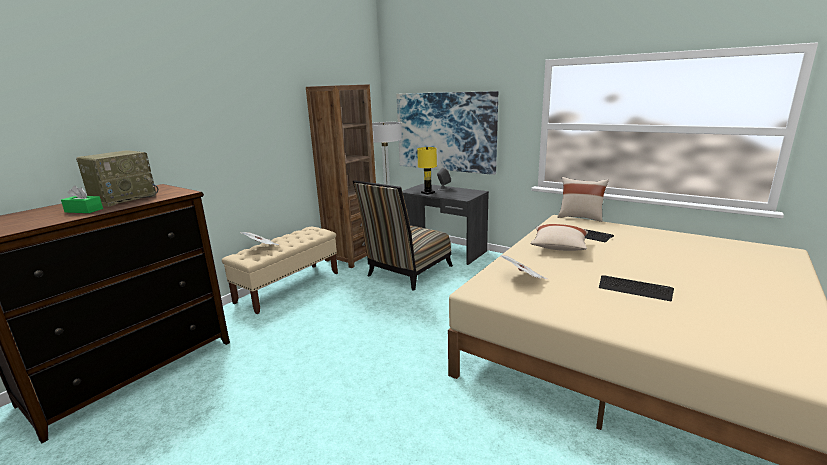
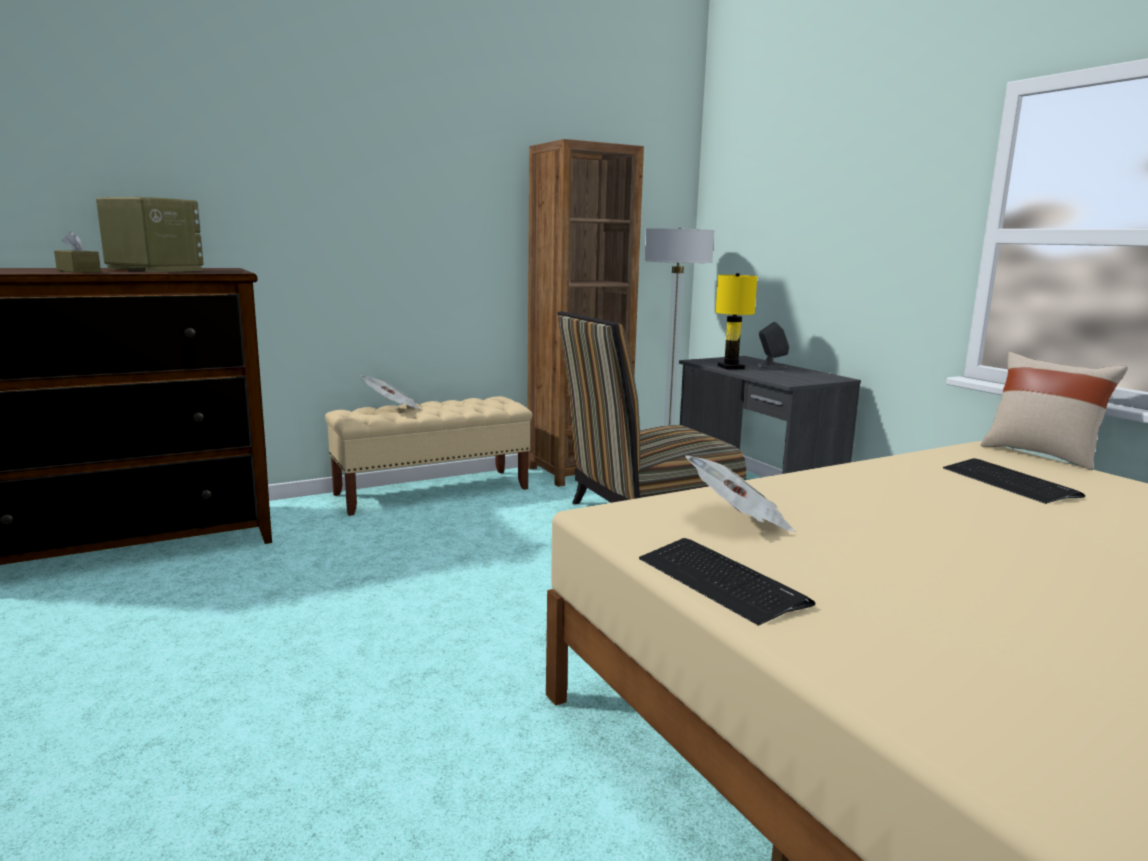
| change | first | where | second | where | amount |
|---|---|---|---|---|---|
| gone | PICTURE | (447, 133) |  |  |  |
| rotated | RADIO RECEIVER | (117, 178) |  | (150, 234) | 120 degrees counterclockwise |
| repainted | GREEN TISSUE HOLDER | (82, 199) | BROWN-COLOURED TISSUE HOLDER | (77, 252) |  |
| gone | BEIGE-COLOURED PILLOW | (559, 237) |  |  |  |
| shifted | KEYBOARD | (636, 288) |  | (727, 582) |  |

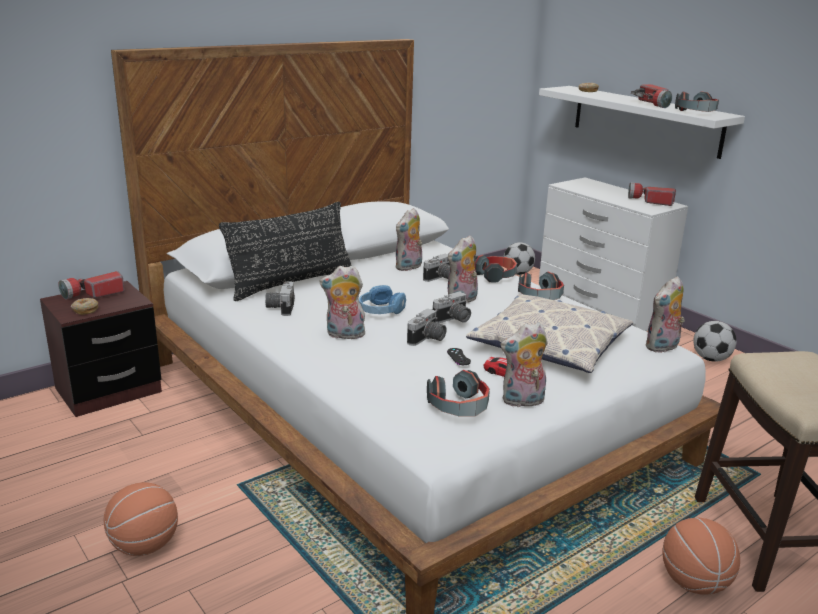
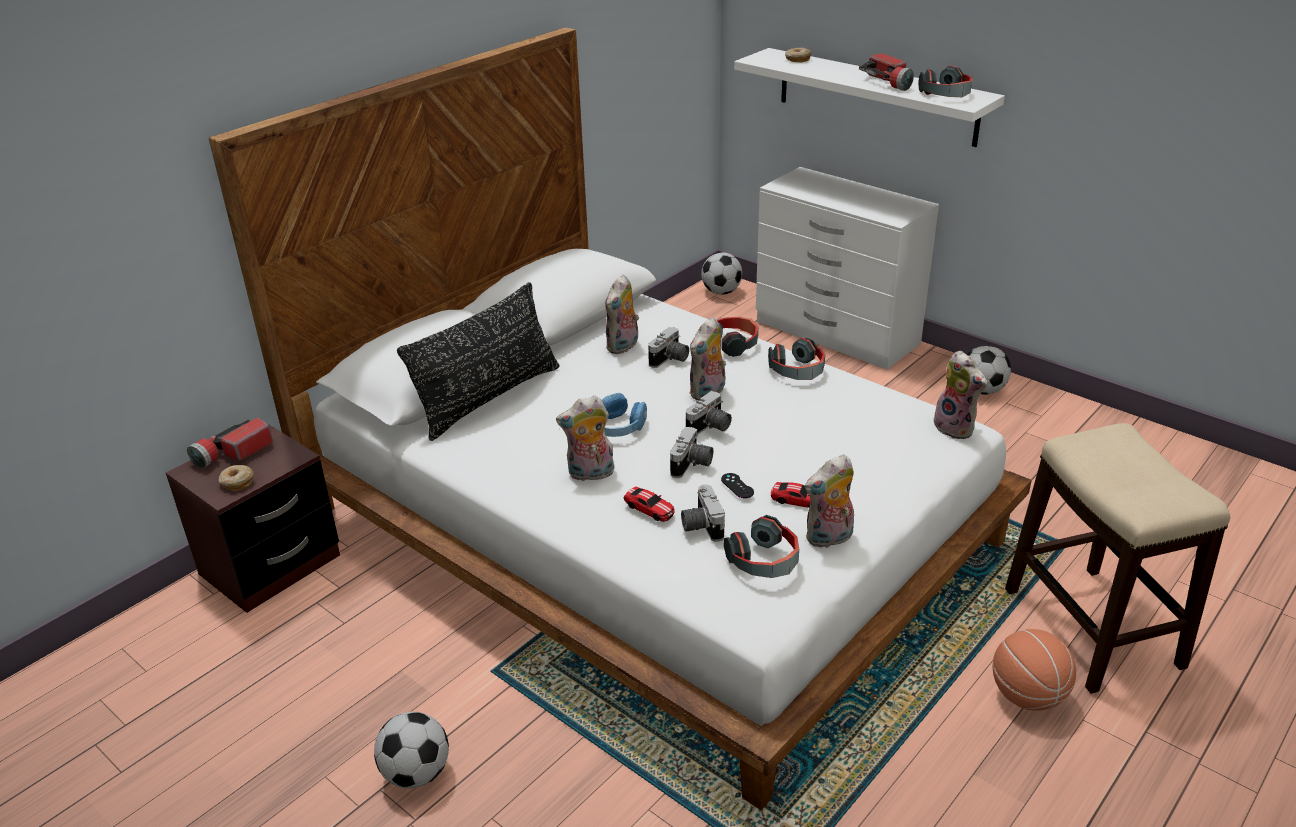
| change | first | where | second | where | amount |
|---|---|---|---|---|---|
| gone | HAND TORCH | (652, 194) |  |  |  |
| rotated | CUDDLY TOY | (665, 314) |  | (960, 395) | 75 degrees counterclockwise |
| shifted | STILL CAMERA | (280, 298) |  | (703, 513) |  |
| gone | PILLOW | (549, 333) |  |  |  |
| swapped | BALL FOR BASKETBALL | (141, 519) | BALL FOR FOOTBALL | (411, 750) |  |
| new |  |  | MODEL CAR | (649, 504) |  |

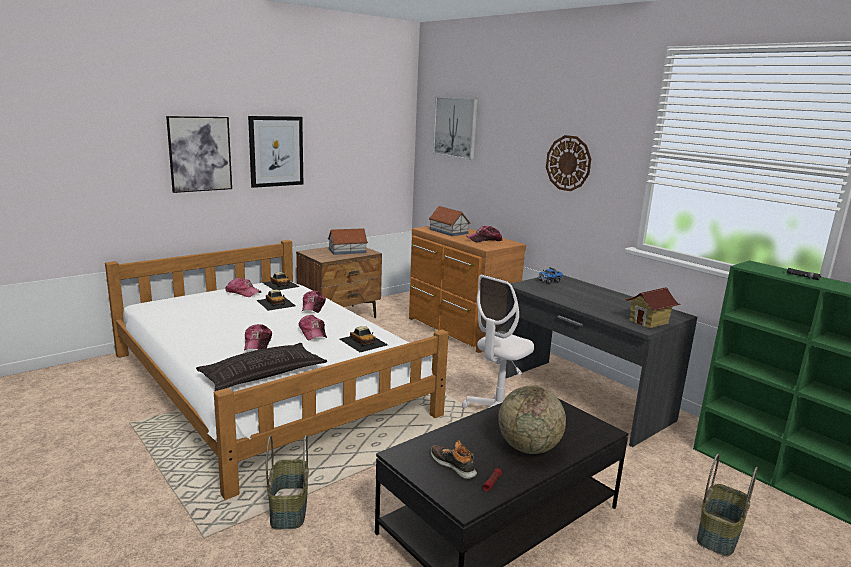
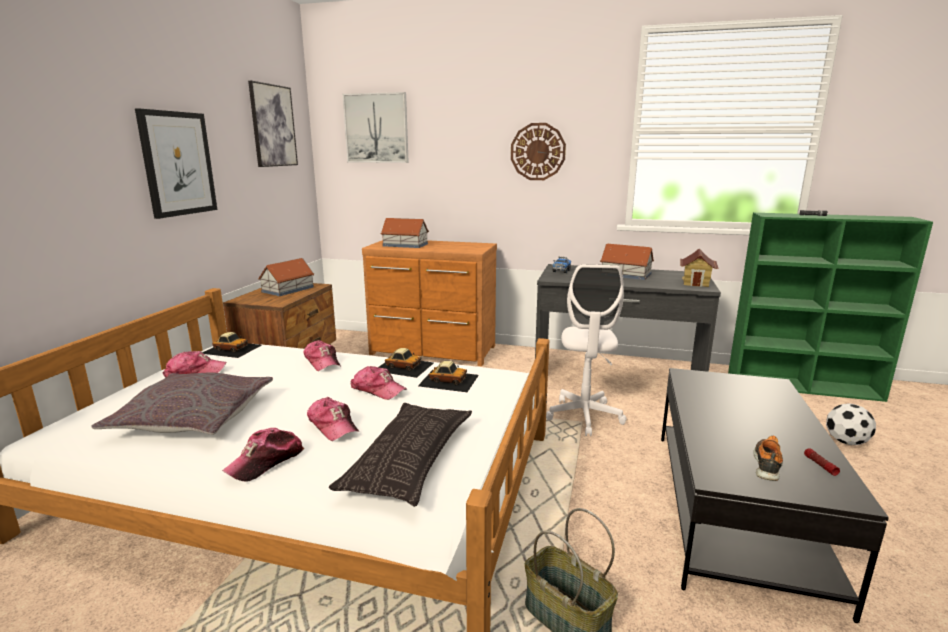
| change | first | where | second | where | amount |
|---|---|---|---|---|---|
| shifted | PICTURE | (199, 154) |  | (273, 124) |  |
| shifted | PEAKED CAP | (484, 234) |  | (263, 455) |  |
| shifted | MODEL CAR | (276, 300) |  | (406, 363) |  |
| gone | GLOBE | (532, 420) |  |  |  |
| rotated | LOW SHOE | (454, 459) |  | (768, 458) | 105 degrees clockwise |
| swapped | STORAGE BASKET | (727, 505) | BALL FOR FOOTBALL | (851, 424) |  |
| new |  |  | MINIATURE HOUSE | (627, 262) |  |
| new |  |  | GREY PILLOW | (182, 403) |  |

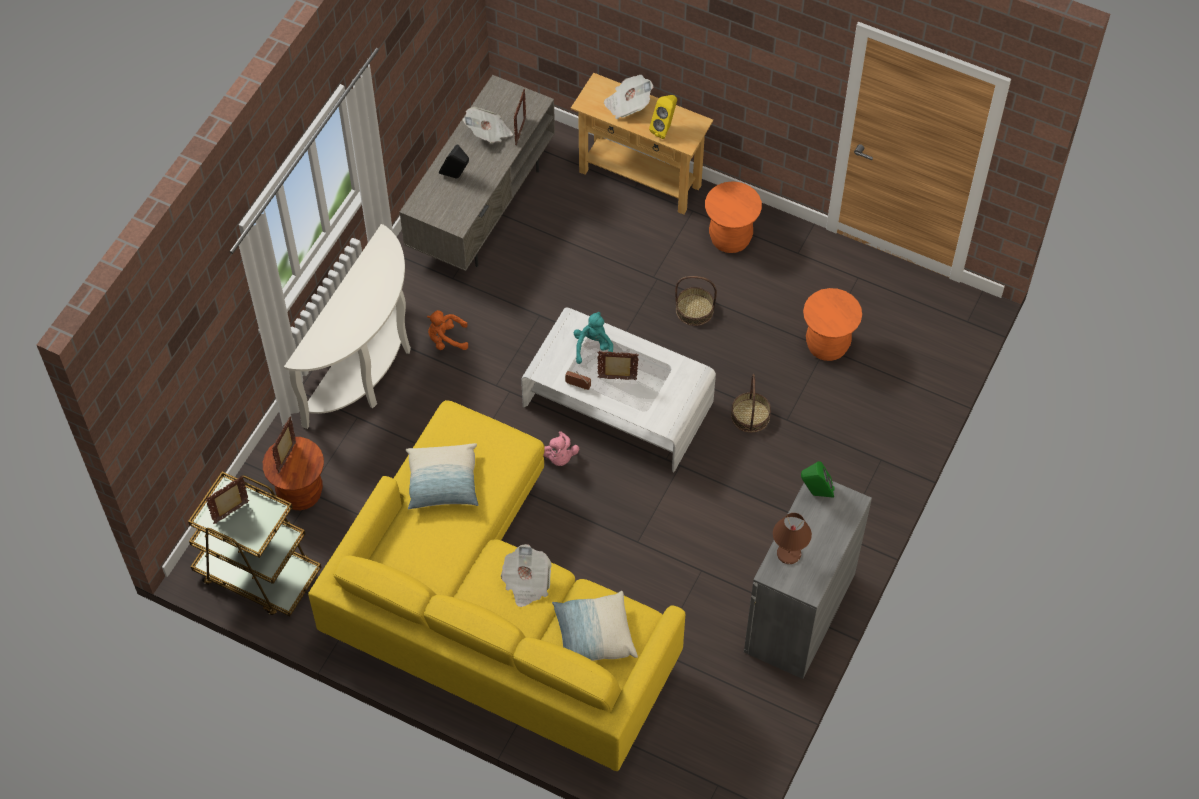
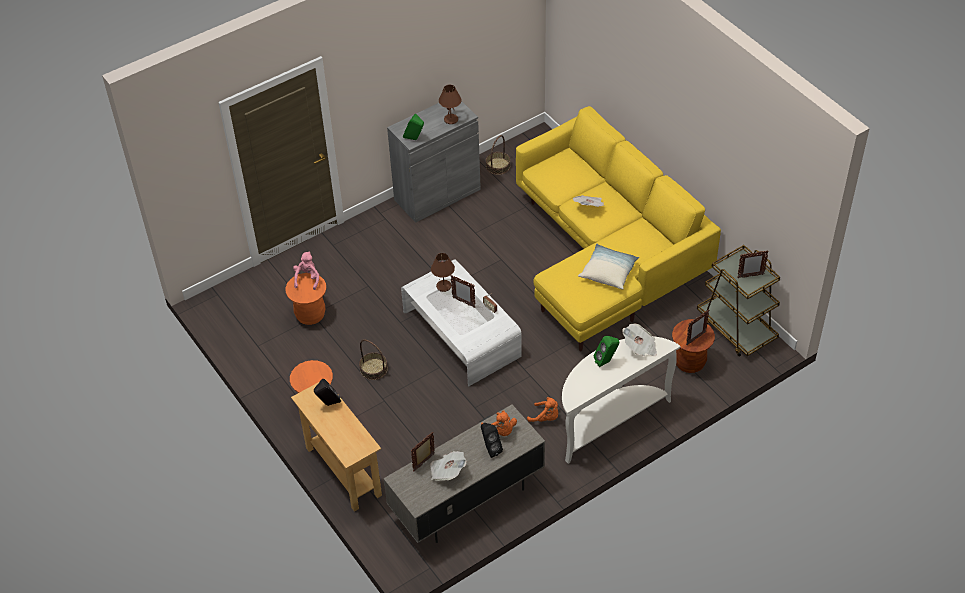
| change | first | where | second | where | amount |
|---|---|---|---|---|---|
| shifted | NEWSPAPER | (628, 97) |  | (639, 340) |  |
| repainted | YELLOWISH SPEAKER | (663, 117) | BLACK-COLOURED SPEAKER | (327, 392) |  |
| gone | BLUE-GREEN CUDDLY TOY | (593, 338) |  |  |  |
| shifted | STORAGE BASKET | (751, 403) |  | (498, 155) |  |
| shifted | PINK CUDDLY TOY | (561, 448) |  | (306, 271) |  |
| gone | PILLOW | (595, 626) |  |  |  |
| new |  |  | BROWN-COLOURED TABLETOP LAMP | (443, 272) |  |
| new |  |  | GREEN SPEAKER | (606, 351) |  |
| new |  |  | ORANGEY CUDDLY TOY | (499, 423) |  |

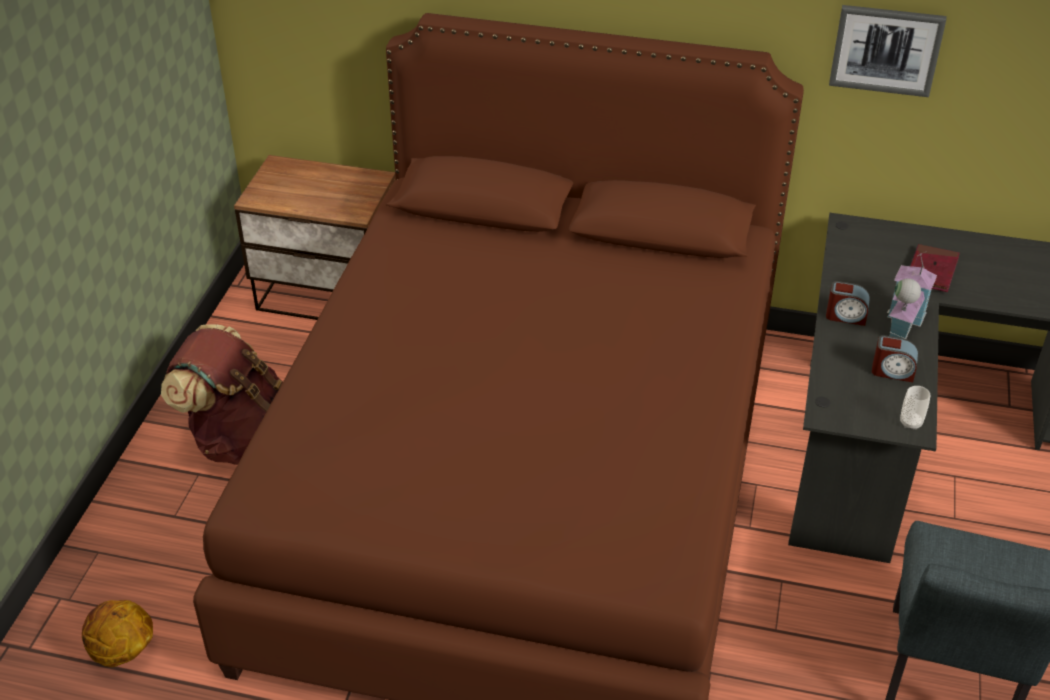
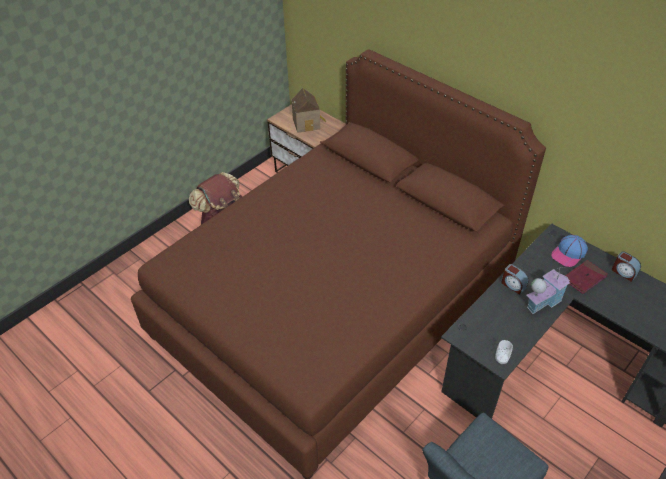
| change | first | where | second | where | amount |
|---|---|---|---|---|---|
| gone | PICTURE | (887, 51) |  |  |  |
| shifted | ALARM CLOCK | (895, 358) |  | (626, 266) |  |
| gone | BALL FOR BASKETBALL | (117, 634) |  |  |  |
| new |  |  | MINIATURE HOUSE | (308, 110) |  |
| new |  |  | PEAKED CAP | (569, 251) |  |

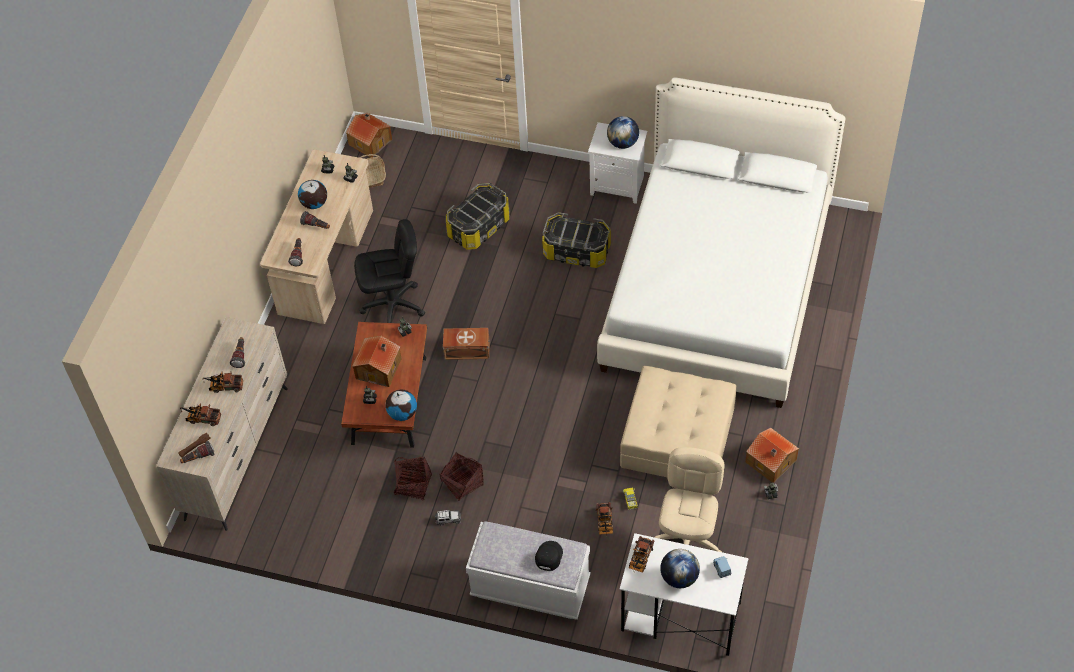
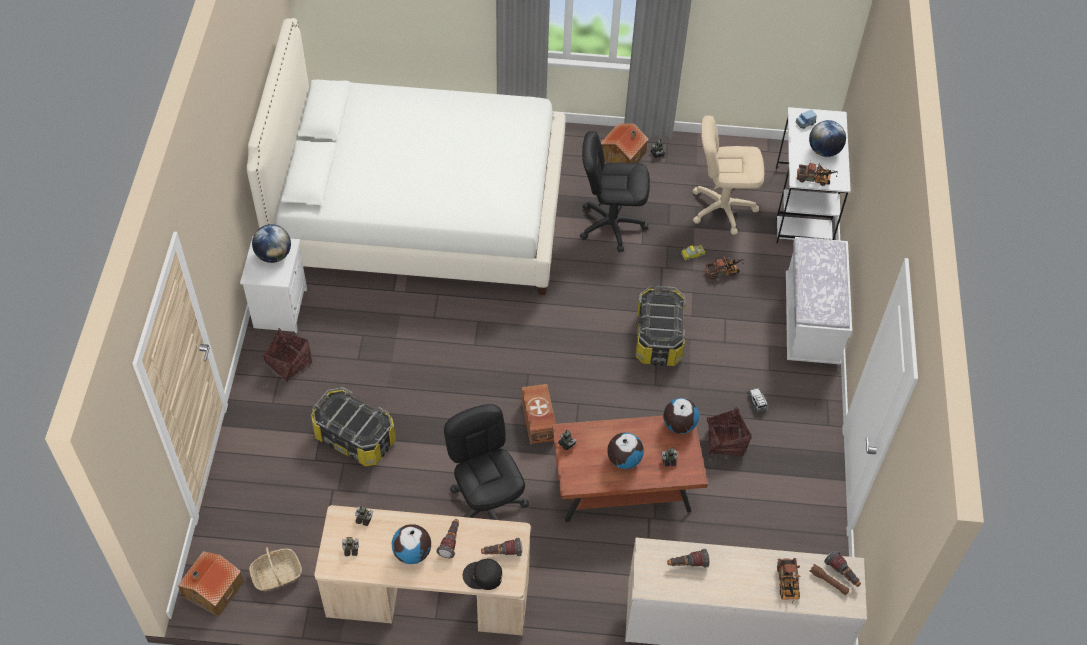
| change | first | where | second | where | amount |
|---|---|---|---|---|---|
| shifted | STORAGE BIN | (576, 240) |  | (660, 326) |  |
| swapped | MINIATURE HOUSE | (376, 361) | GLOBE | (625, 451) |  |
| swapped | BEIGE-COLOURED FOOTREST | (678, 421) | BLACK-COLOURED COMPUTER CHAIR | (615, 191) |  |
| gone | TOY TRUCK | (223, 382) |  |  |  |
| shifted | STORAGE BASKET | (461, 476) |  | (287, 355) |  |
| shifted | BLACK-COLOURED PEAKED CAP | (549, 556) |  | (482, 574) |  |

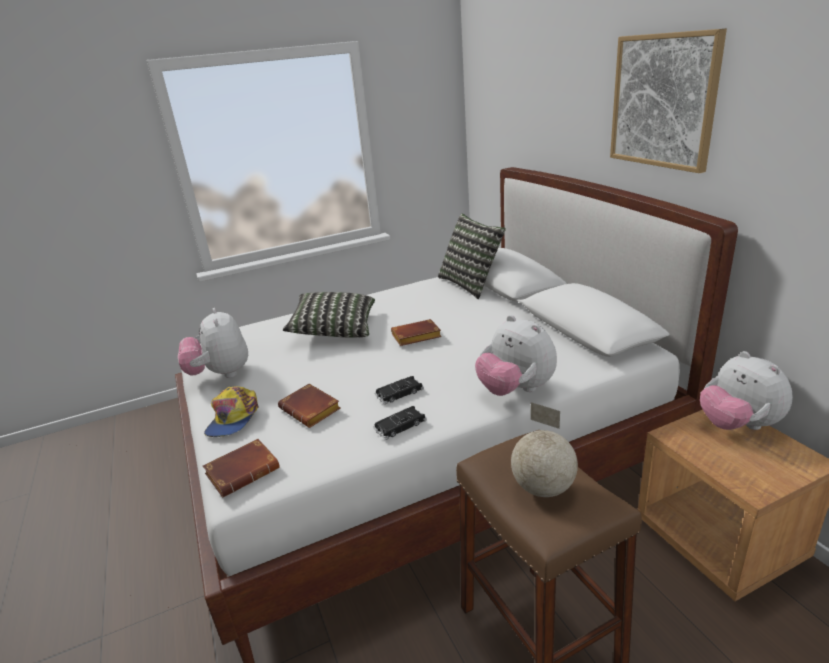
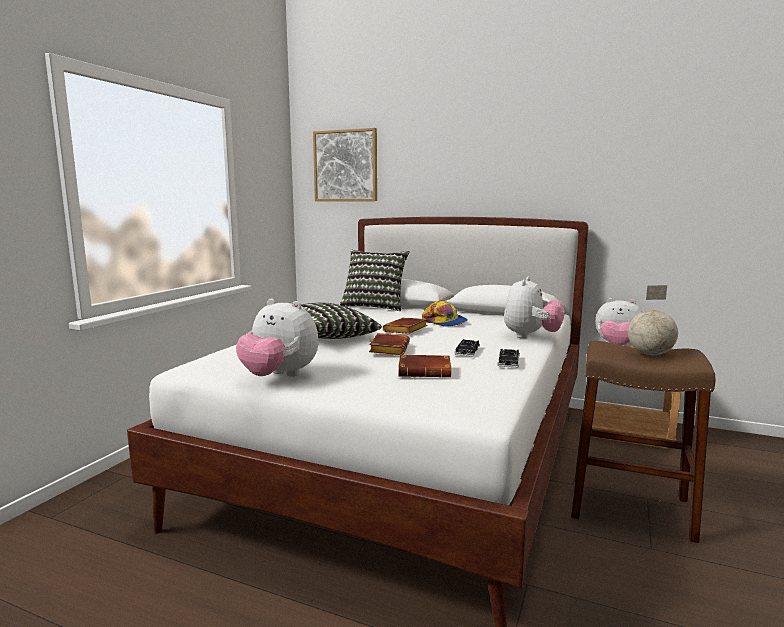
| change | first | where | second | where | amount |
|---|---|---|---|---|---|
| shifted | PICTURE | (668, 101) |  | (345, 164) |  |
| rotated | CUDDLY TOY | (516, 355) |  | (534, 307) | 75 degrees counterclockwise |
| shifted | PEAKED CAP | (231, 411) |  | (444, 314) |  |
| shifted | BROWN-COLOURED BOOK | (241, 468) |  | (389, 344) |  |

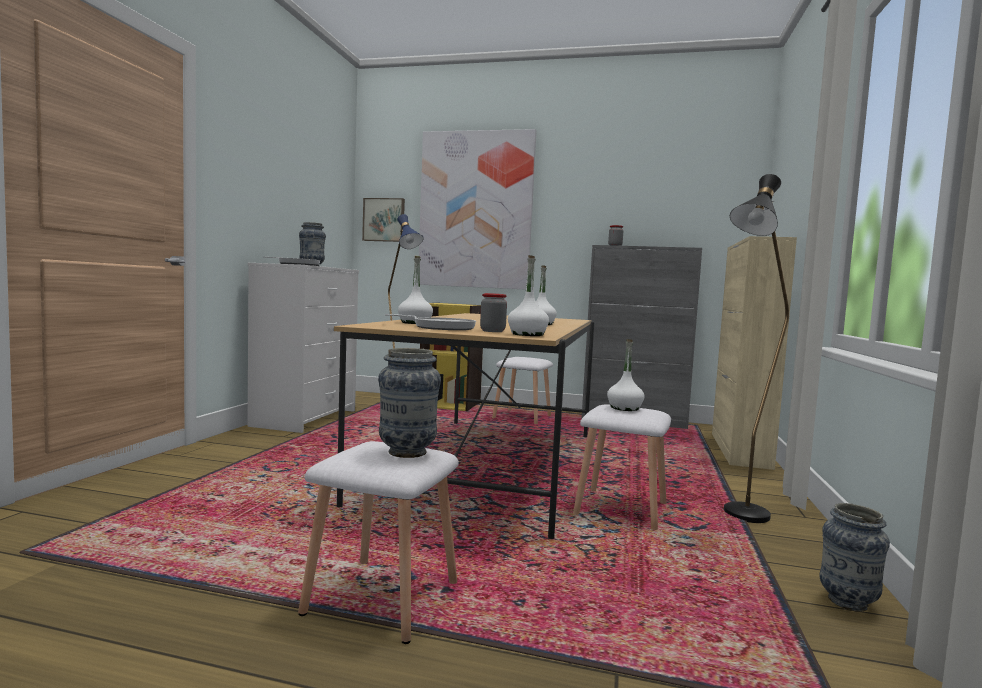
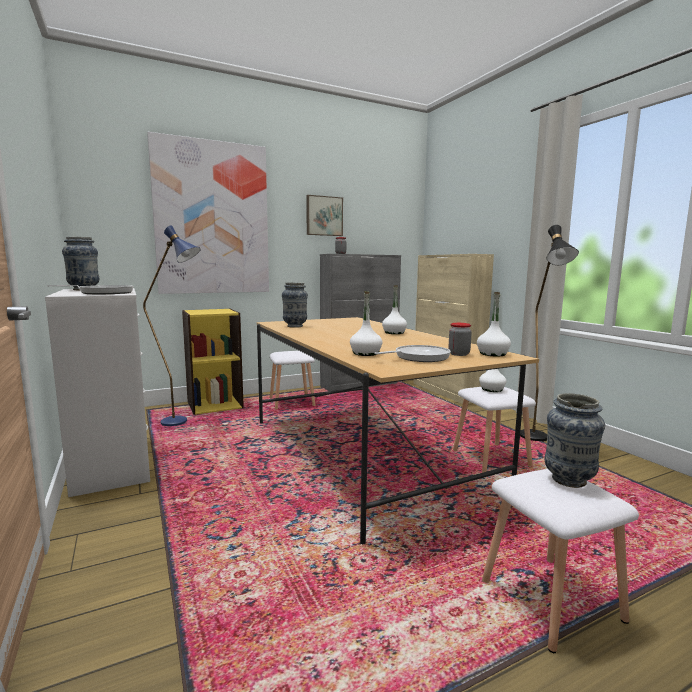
| change | first | where | second | where | amount |
|---|---|---|---|---|---|
| shifted | PICTURE | (383, 220) |  | (324, 215) |  |
| shifted | VASE | (854, 557) |  | (295, 305) |  |

